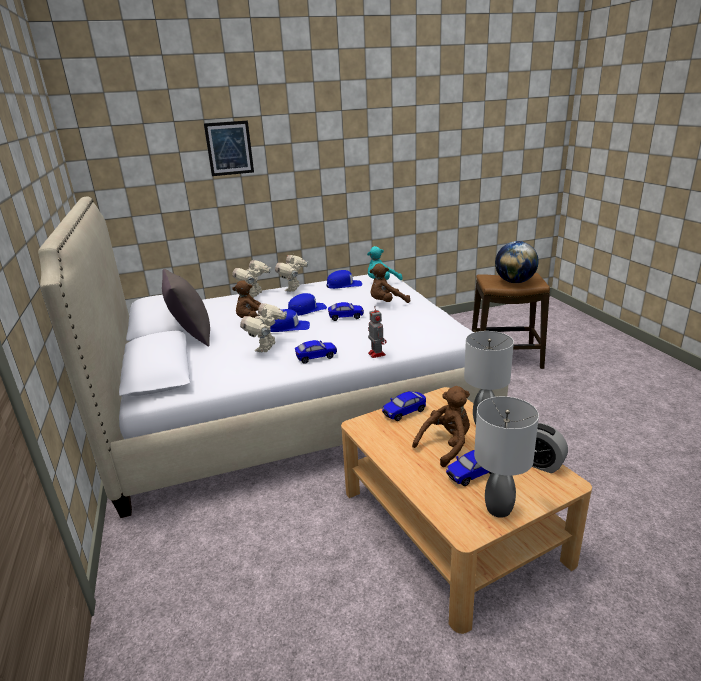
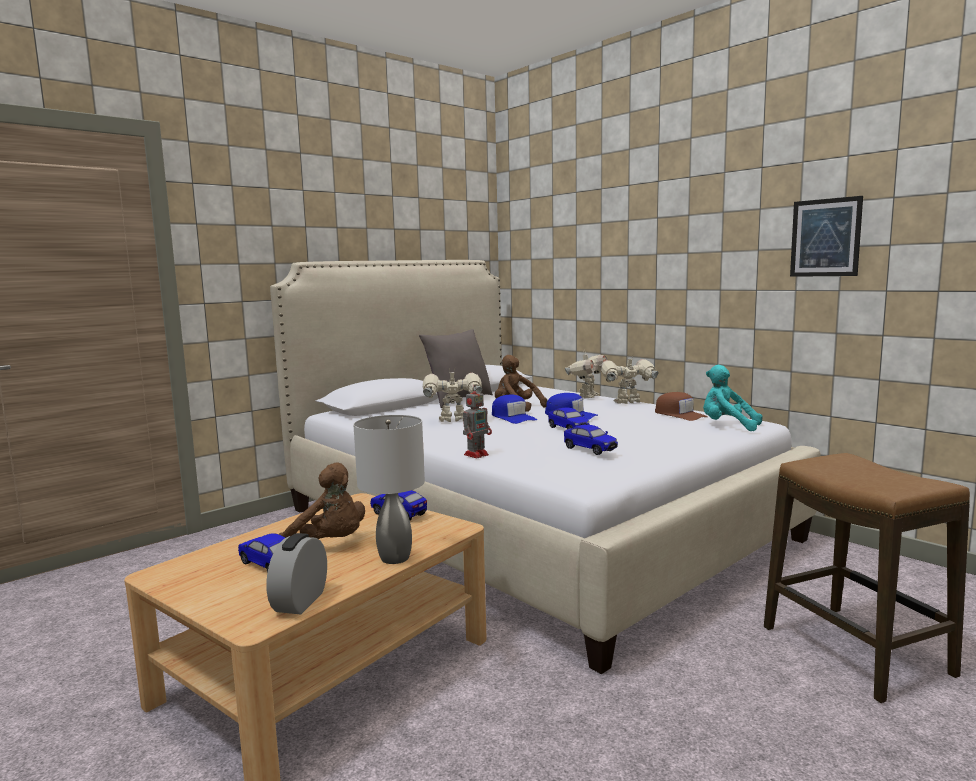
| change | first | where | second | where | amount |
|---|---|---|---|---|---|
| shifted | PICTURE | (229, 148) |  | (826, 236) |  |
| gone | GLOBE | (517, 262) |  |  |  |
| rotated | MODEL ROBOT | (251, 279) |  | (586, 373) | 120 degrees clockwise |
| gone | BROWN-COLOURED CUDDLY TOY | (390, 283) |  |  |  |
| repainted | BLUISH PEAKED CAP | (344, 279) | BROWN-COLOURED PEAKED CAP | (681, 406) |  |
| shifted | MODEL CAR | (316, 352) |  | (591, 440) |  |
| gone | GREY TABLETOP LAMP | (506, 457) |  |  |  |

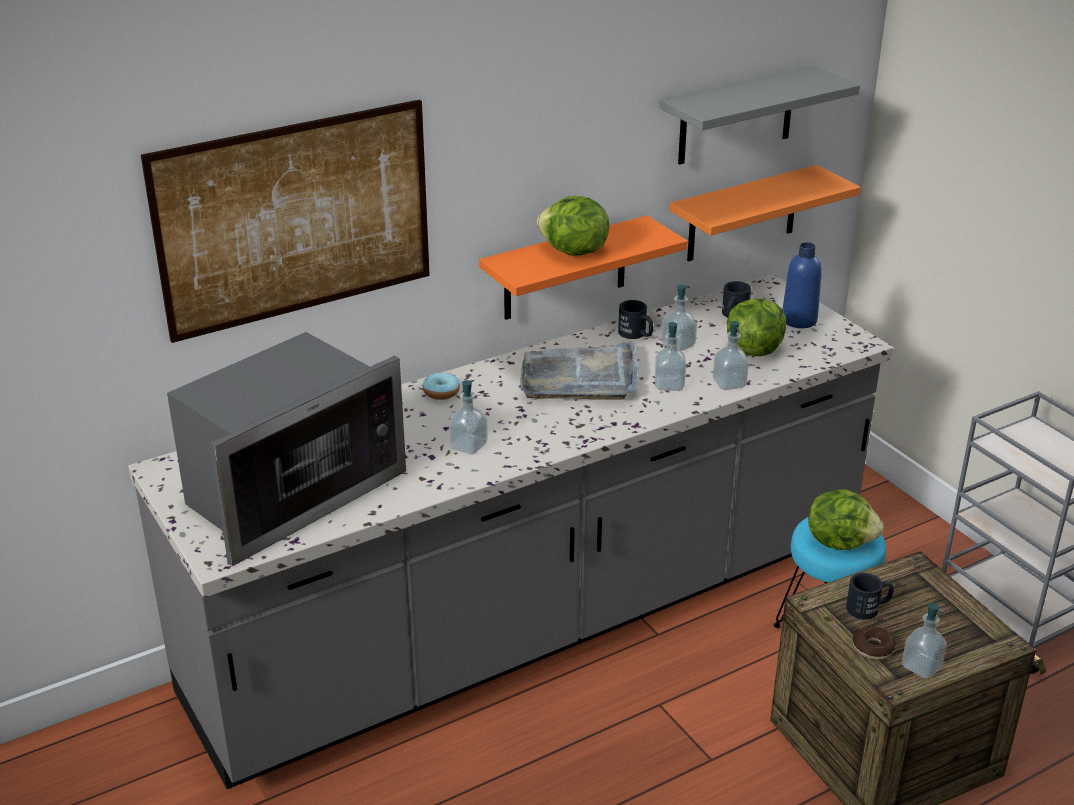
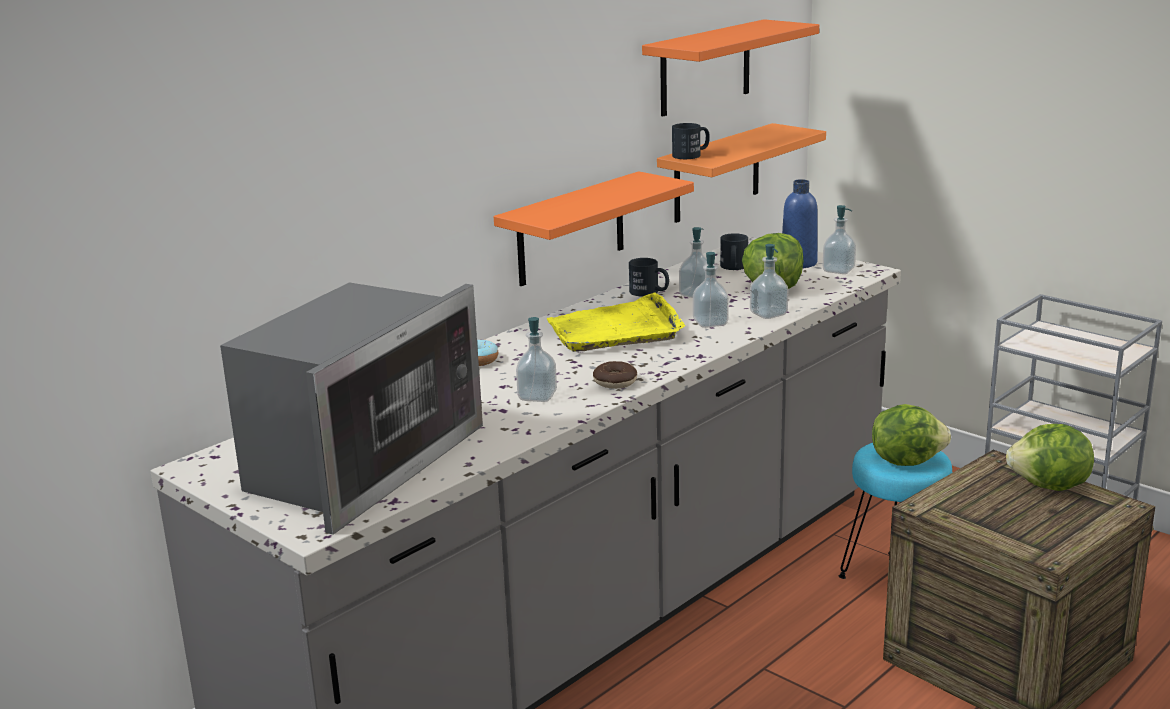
| change | first | where | second | where | amount |
|---|---|---|---|---|---|
| repainted | GREY BRACKET SHELF | (759, 115) | ORANGEY BRACKET SHELF | (730, 67) |  |
| gone | PICTURE | (285, 221) |  |  |  |
| shifted | LETTUCE | (573, 226) |  | (1050, 457) |  |
| repainted | GREY CARRYING TRAY | (579, 370) | YELLOWISH CARRYING TRAY | (616, 322) |  |
| shifted | BLACK-COLOURED MUG | (870, 596) |  | (691, 141) |  |
| shifted | SOAP DISPENSER | (924, 641) |  | (839, 239) |  |
| shifted | DOUGHNUT | (874, 643) |  | (615, 375) |  |

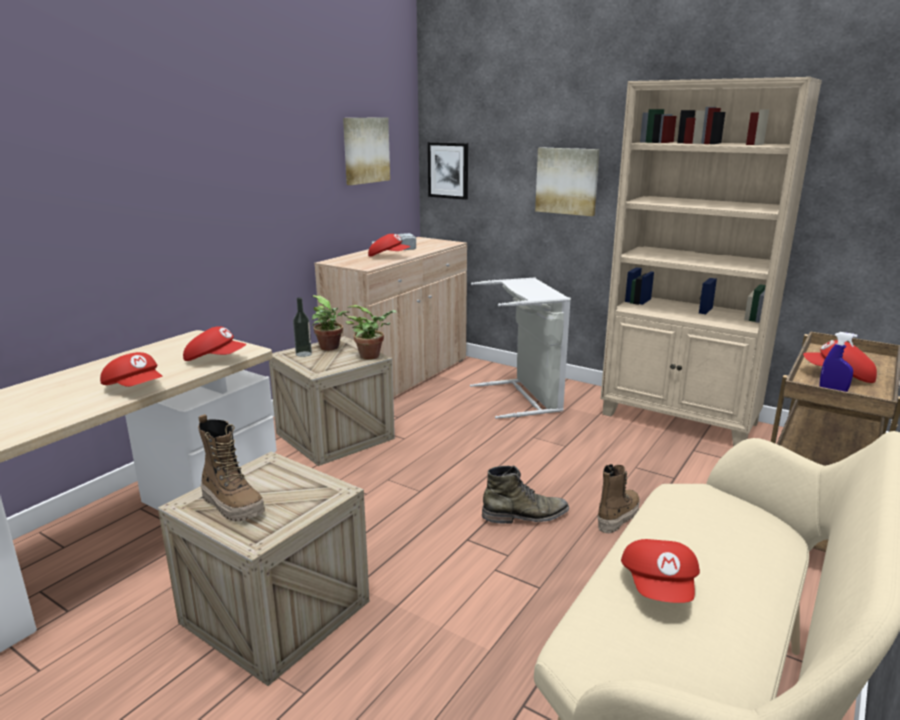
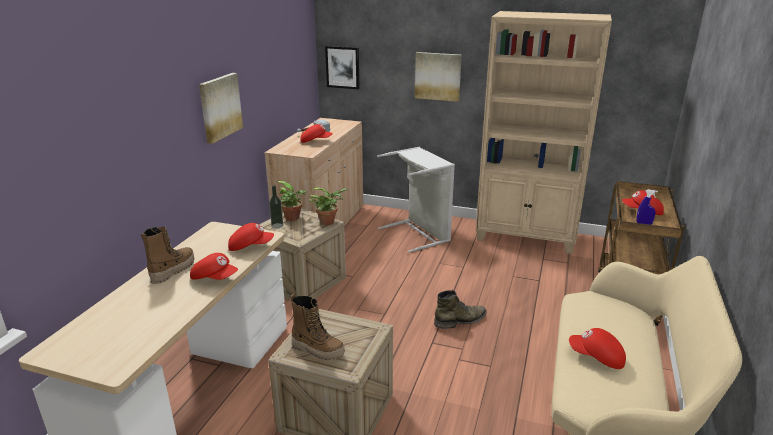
| change | first | where | second | where | amount |
|---|---|---|---|---|---|
| shifted | PICTURE | (366, 151) |  | (221, 108) |  |
| shifted | BOOT | (619, 498) |  | (167, 255) |  |
| rotated | RED-COLOURED PEAKED CAP | (660, 571) |  | (597, 348) | 120 degrees clockwise |

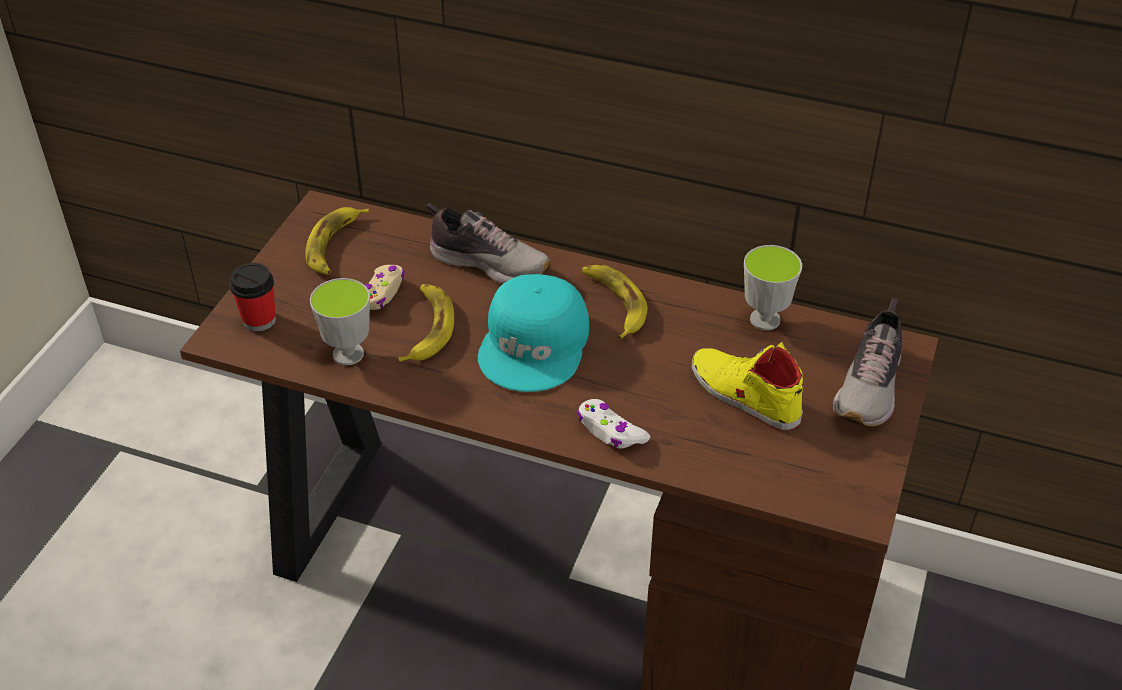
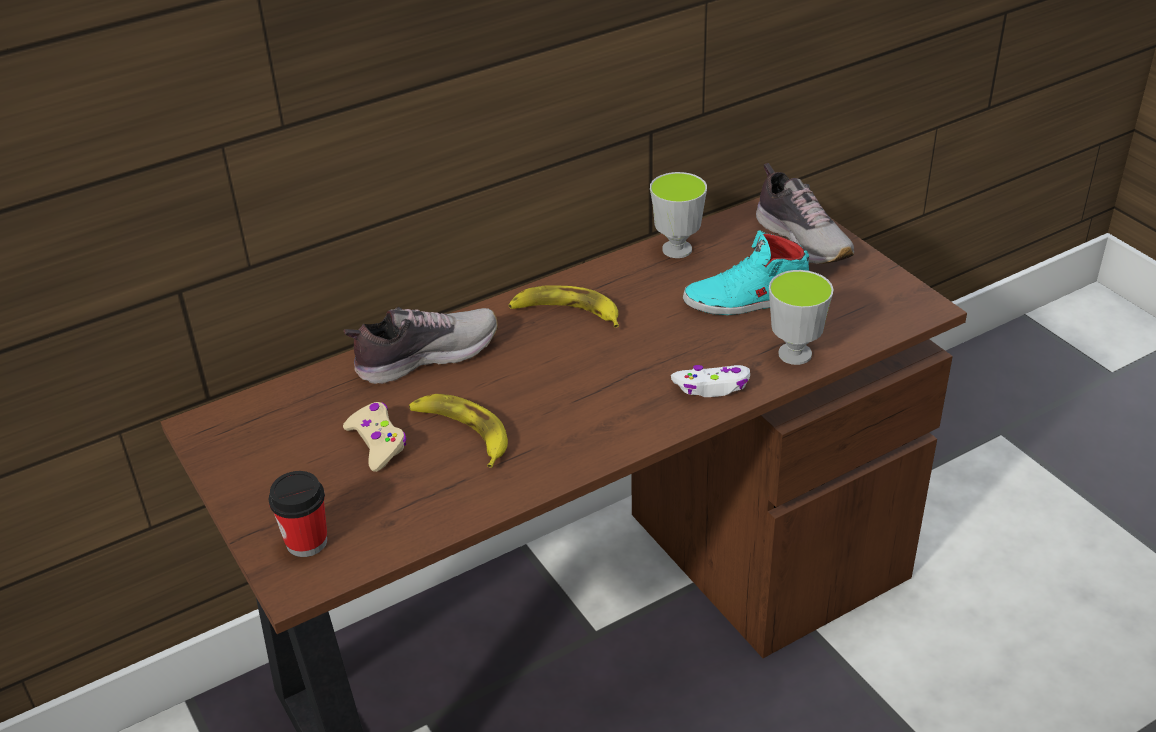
| change | first | where | second | where | amount |
|---|---|---|---|---|---|
| gone | BANANA FRUIT | (337, 241) |  |  |  |
| gone | BLUE-GREEN PEAKED CAP | (533, 333) |  |  |  |
| shifted | CUP | (340, 321) |  | (801, 317) |  |
| repainted | YELLOWISH LOW SHOE | (747, 386) | BLUE-GREEN LOW SHOE | (746, 272) |  |

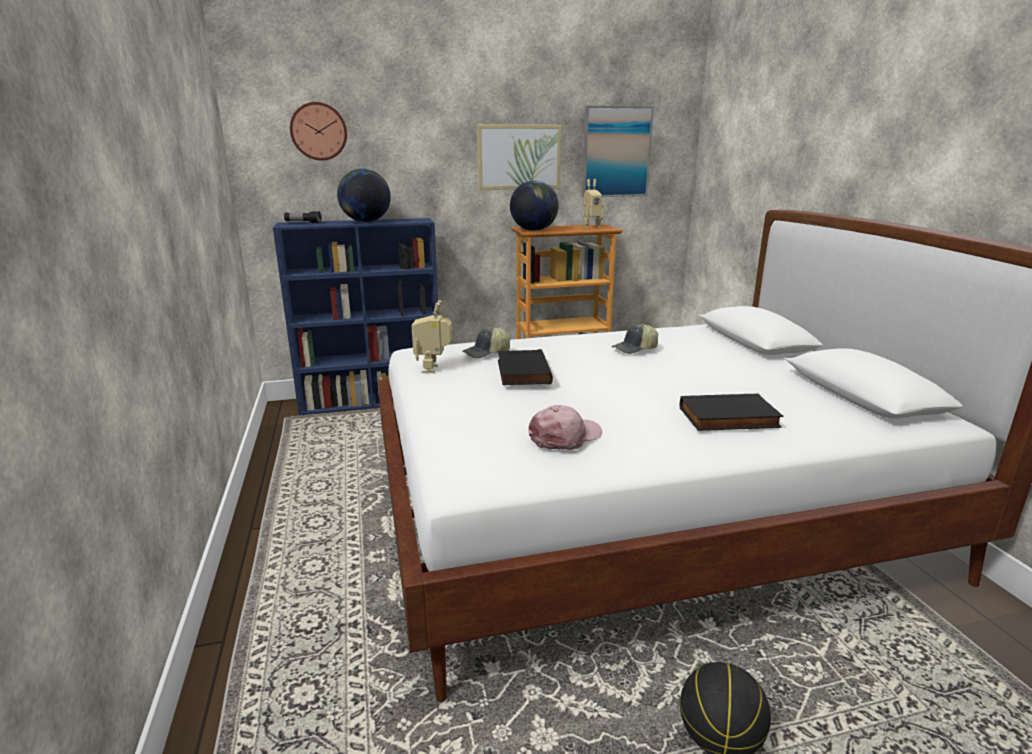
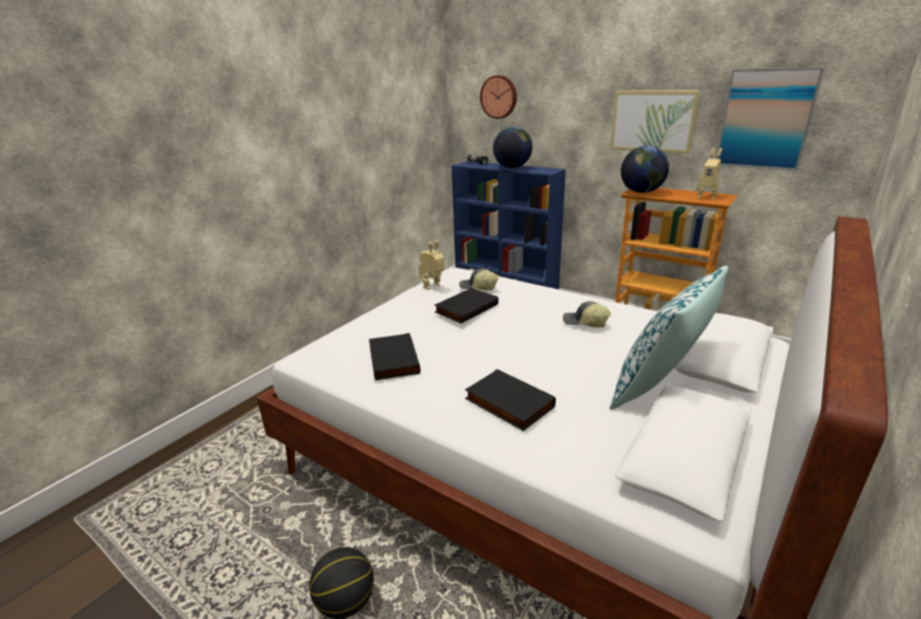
| change | first | where | second | where | amount |
|---|---|---|---|---|---|
| swapped | PINK PEAKED CAP | (565, 427) | BLACK-COLOURED BOOK | (395, 356) |  |
| new |  |  | PILLOW | (669, 337) |  |

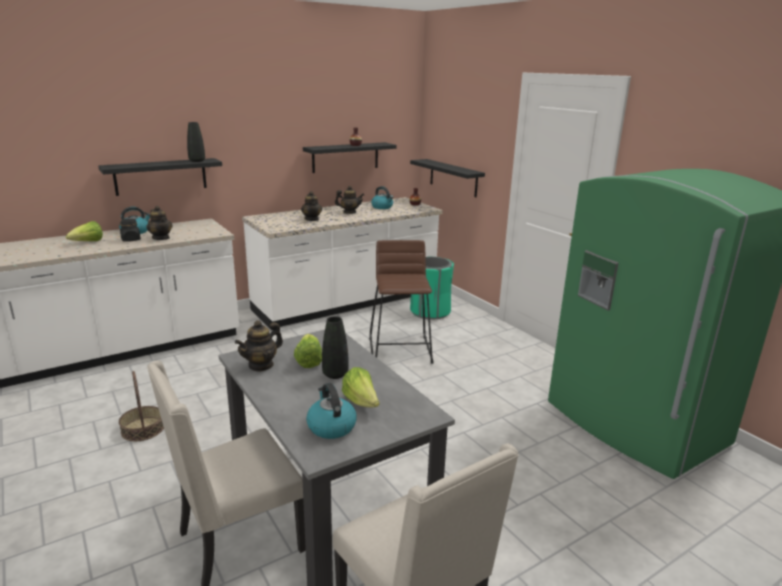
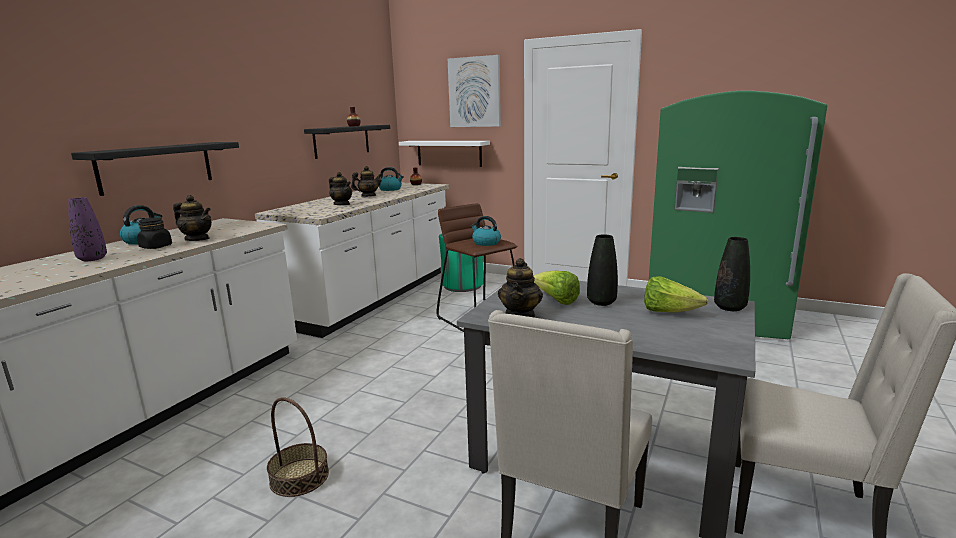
| change | first | where | second | where | amount |
|---|---|---|---|---|---|
| shifted | BLACK-COLOURED VASE | (196, 142) |  | (732, 274) |  |
| repainted | BLACK-COLOURED BRACKET SHELF | (447, 178) | WHITE-COLOURED BRACKET SHELF | (444, 154) |  |
| swapped | LETTUCE | (84, 231) | PURPLE VASE | (87, 229) |  |
| shifted | KETTLE | (331, 411) |  | (486, 231) |  |
| new |  |  | PICTURE | (474, 91) |  |

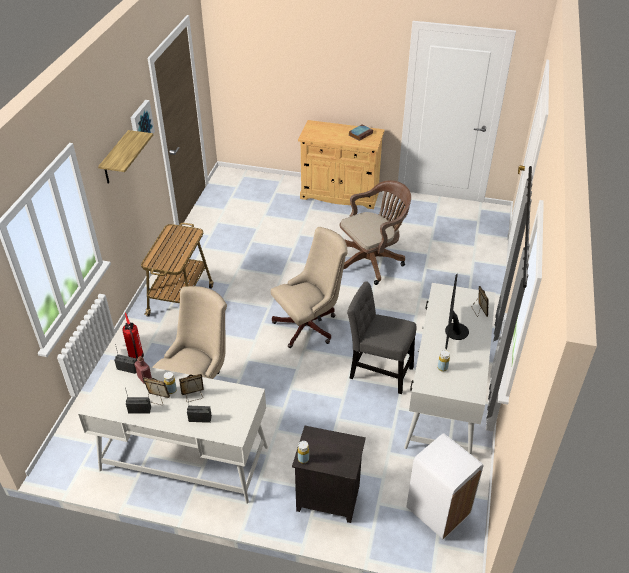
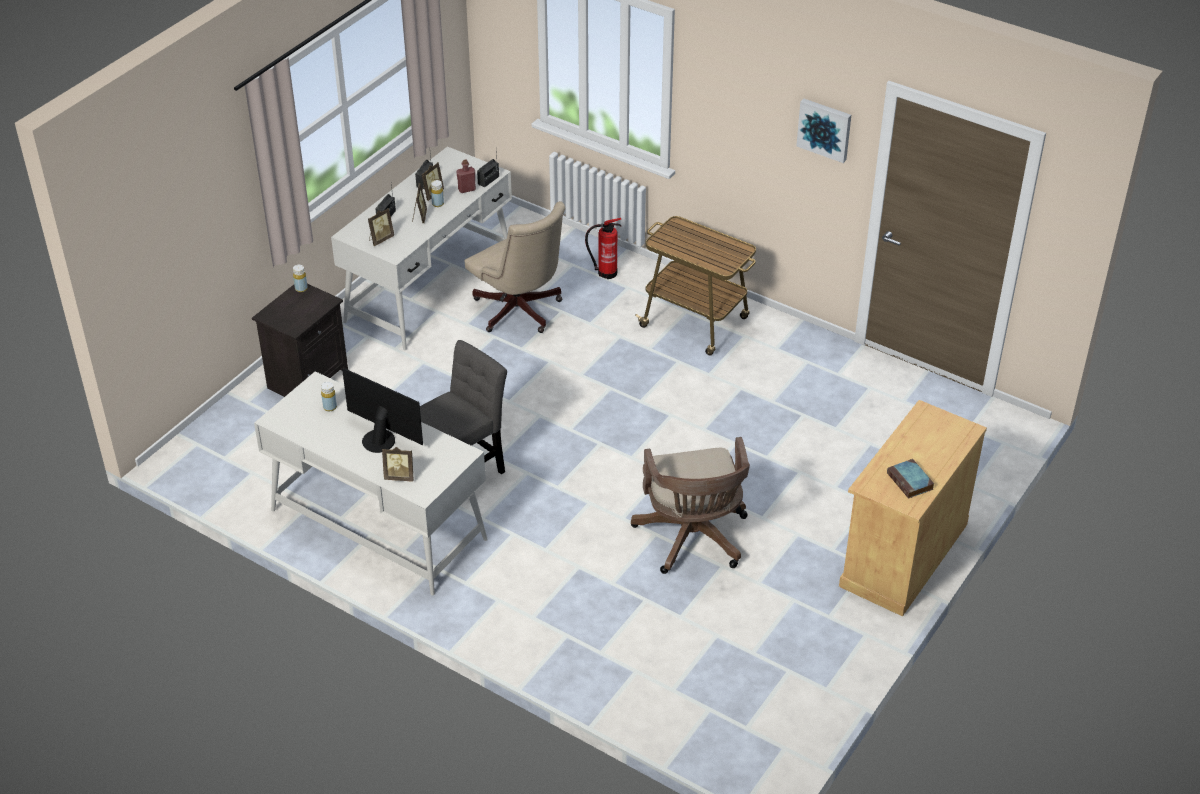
| change | first | where | second | where | amount |
|---|---|---|---|---|---|
| gone | BRACKET SHELF | (125, 157) |  |  |  |
| gone | BEIGE-COLOURED COMPUTER CHAIR | (309, 287) |  |  |  |
| gone | WHITE-COLOURED WASTE BIN | (445, 486) |  |  |  |
| new |  |  | PICTURE FRAME | (381, 227) |  |

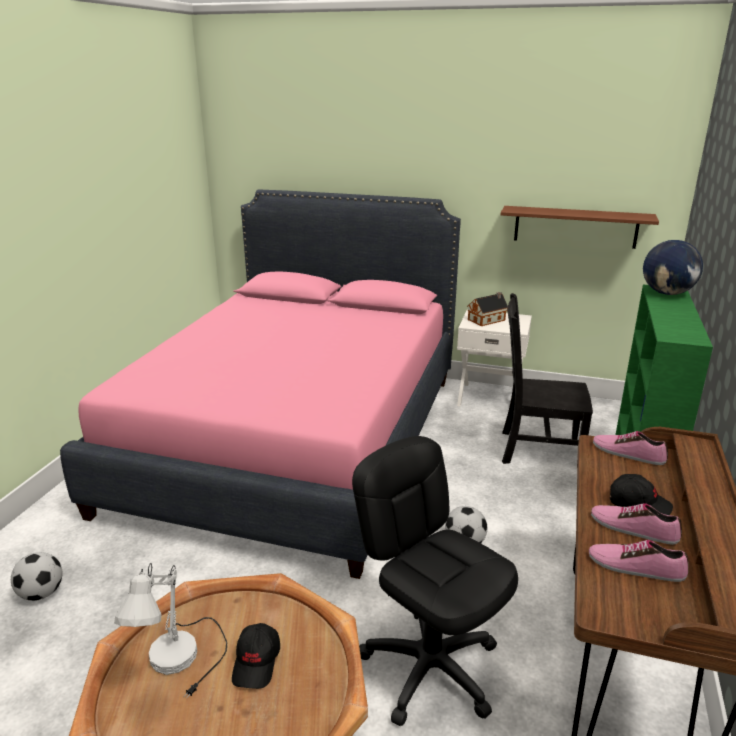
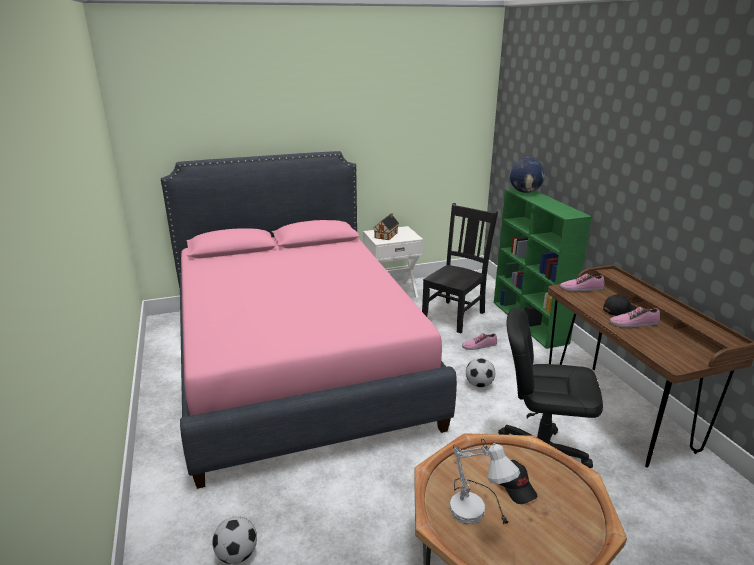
| change | first | where | second | where | amount |
|---|---|---|---|---|---|
| gone | BROWN-COLOURED BRACKET SHELF | (579, 227) |  |  |  |
| rotated | BLACK-COLOURED PLAIN CHAIR | (547, 378) |  | (460, 268) | 150 degrees clockwise |
| shifted | LOW SHOE | (638, 561) |  | (479, 341) |  |

